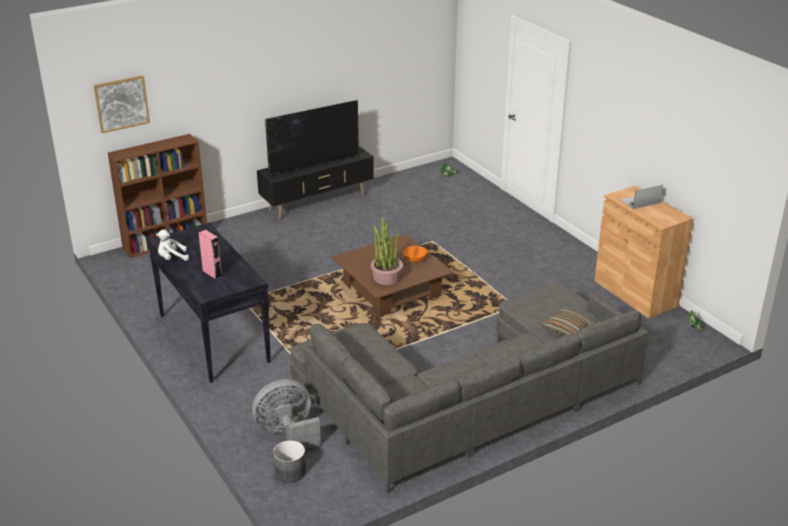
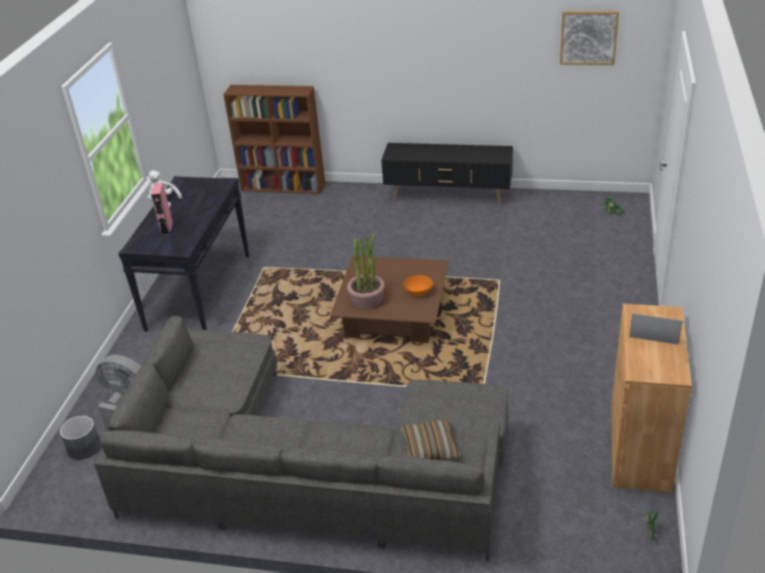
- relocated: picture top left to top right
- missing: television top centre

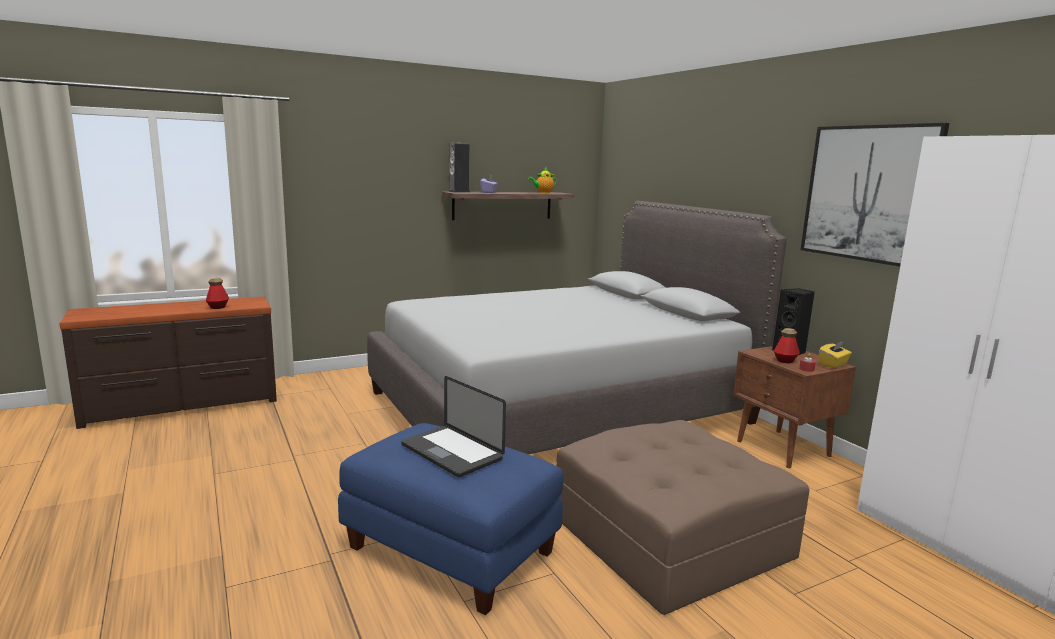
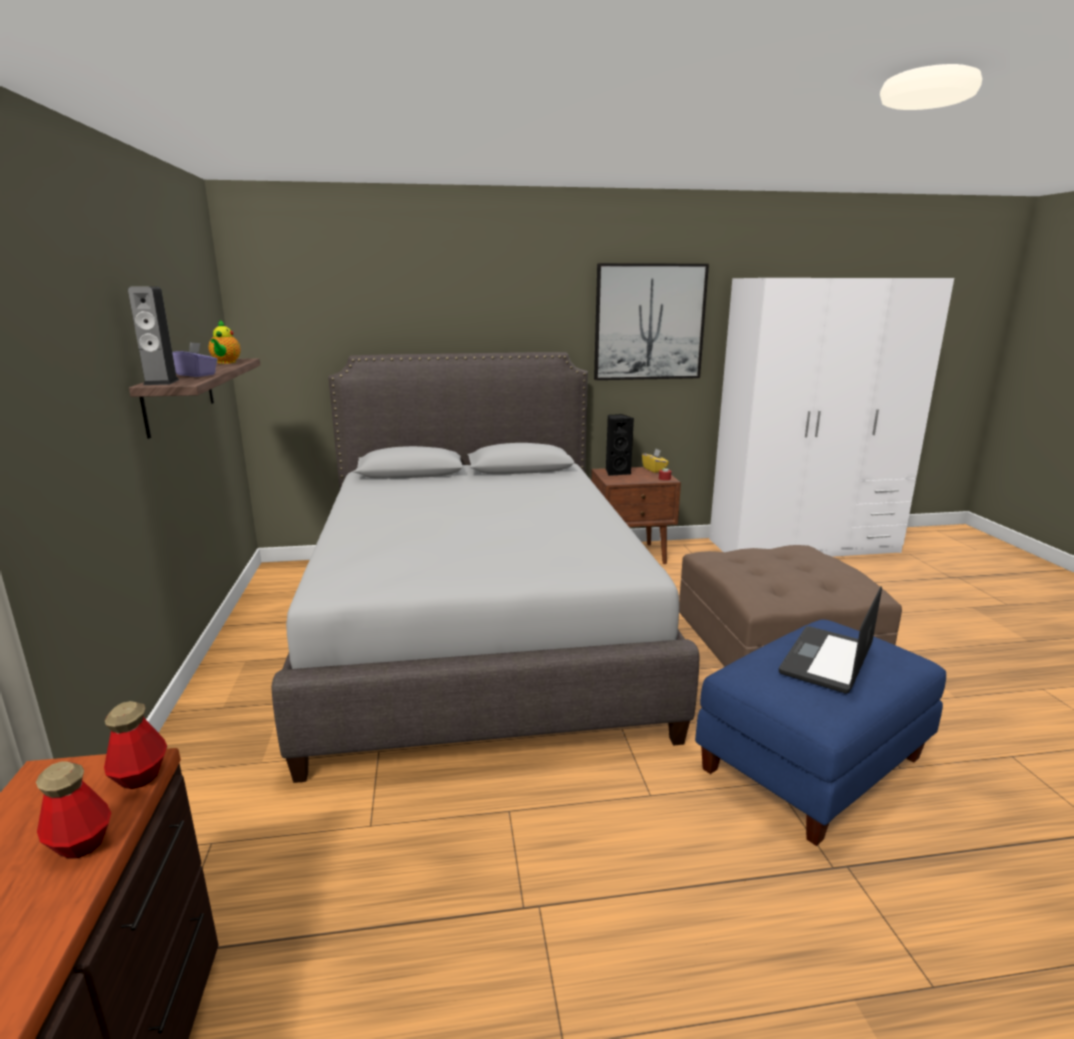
- spun: laptop bottom centre = middle right 150 degrees clockwise
- relocated: bottle (no. 2 from left) middle right to bottom left

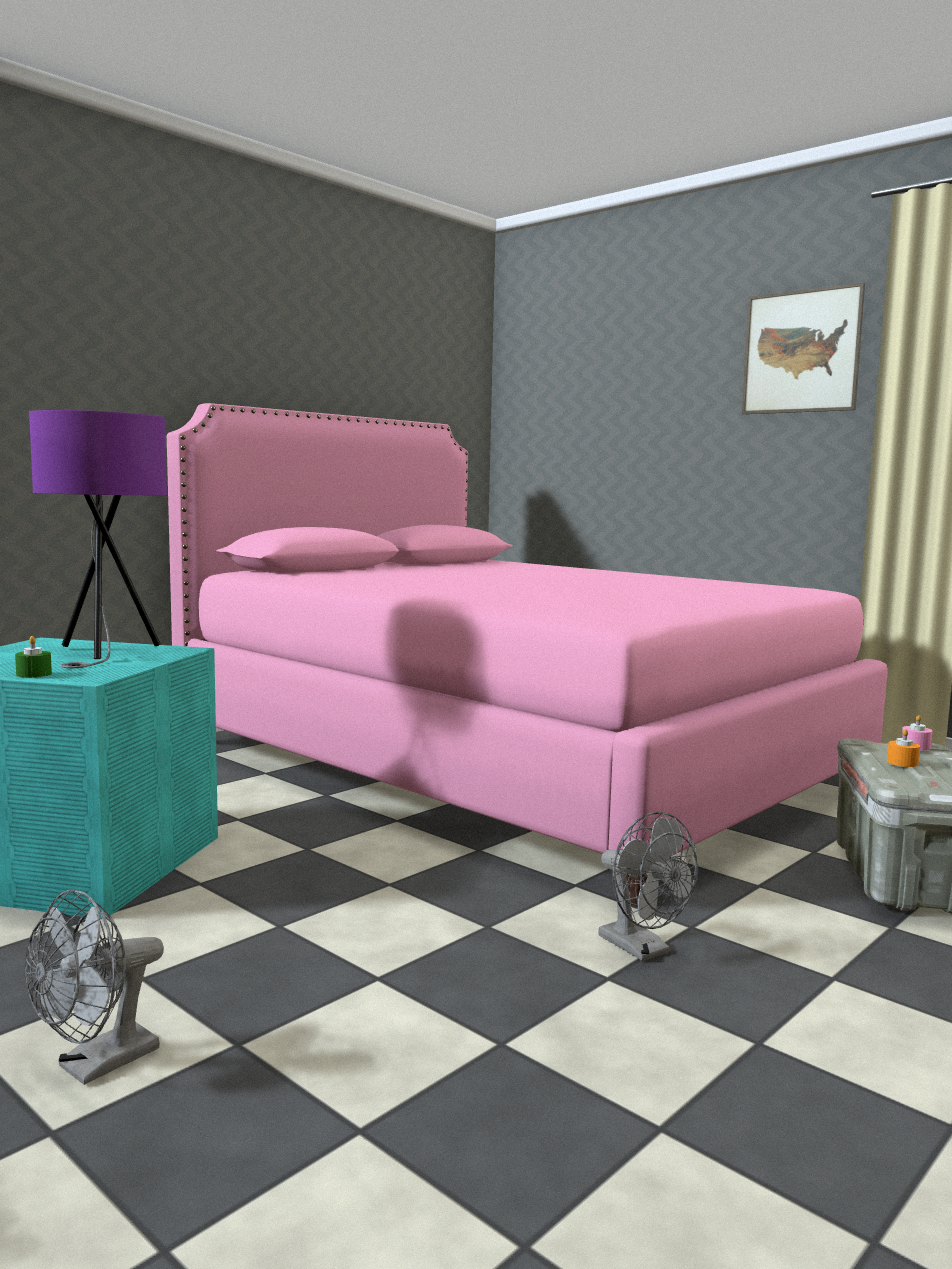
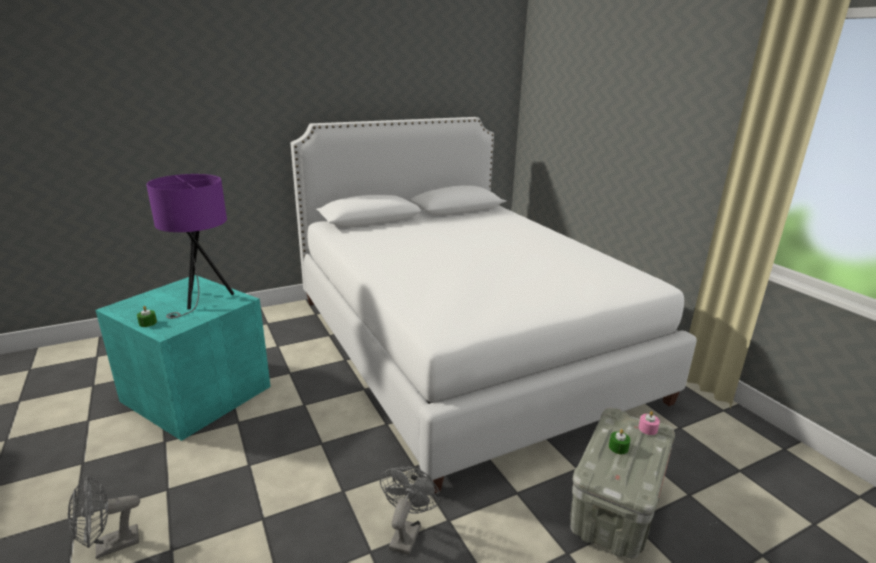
- colour: pink bed centre to white bed centre
- spun: grey fan (no. 2 from left) bottom right = bottom centre 150 degrees counterclockwise
- missing: picture top right
- colour: orange candle middle right to green candle (no. 2 from left) bottom right

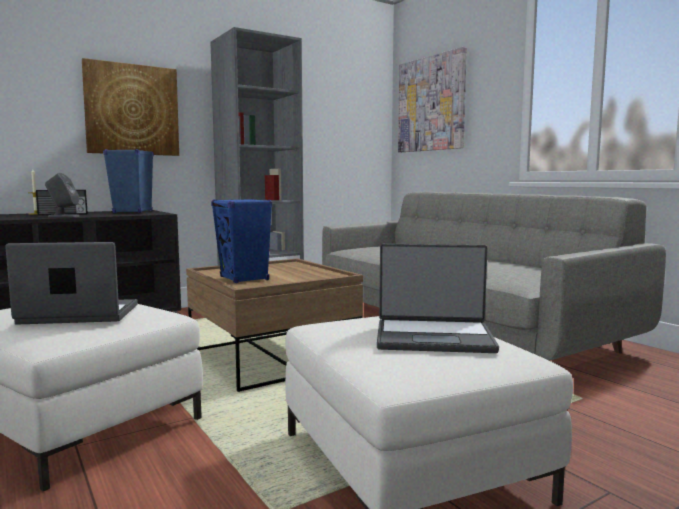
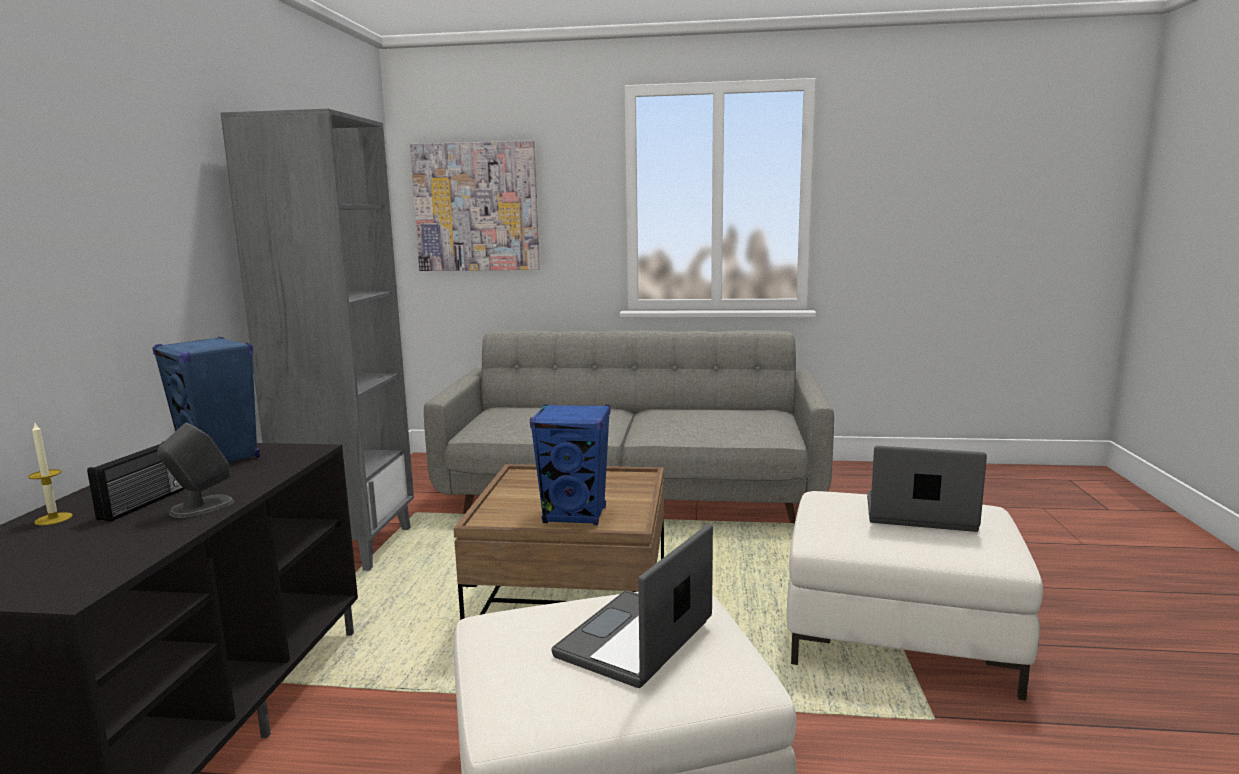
- missing: picture (no. 1 from left) top left
- spun: laptop (no. 2 from left) centre = middle right 120 degrees counterclockwise

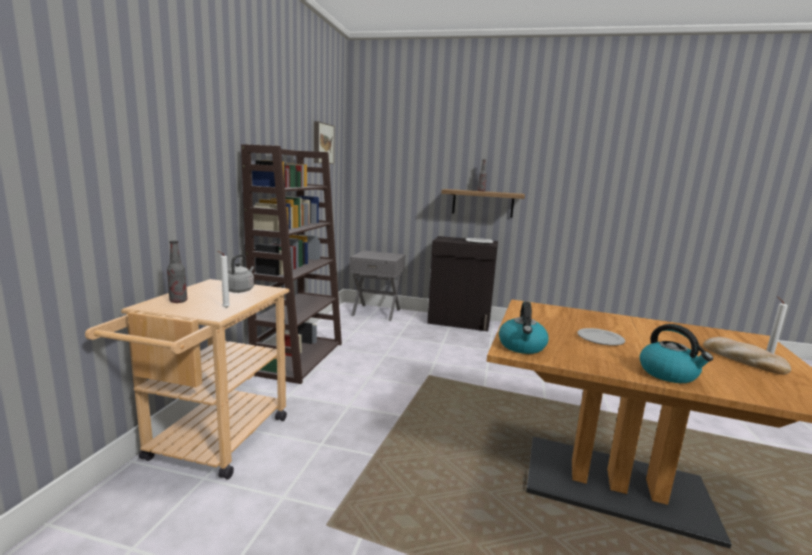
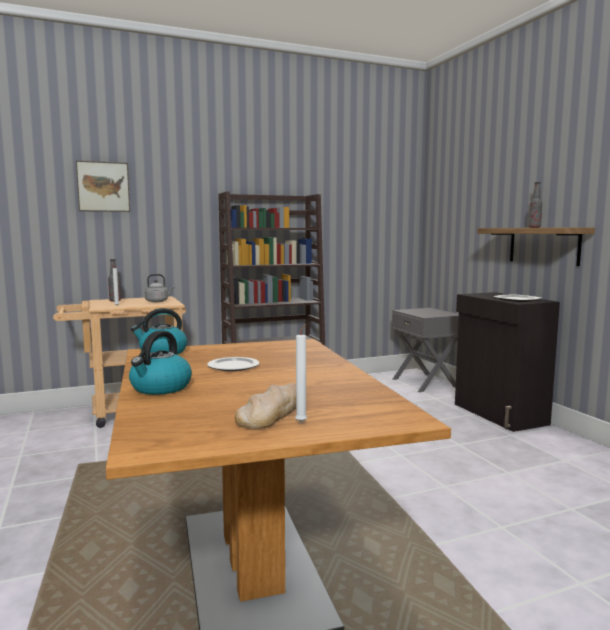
- relocated: picture top centre to top left

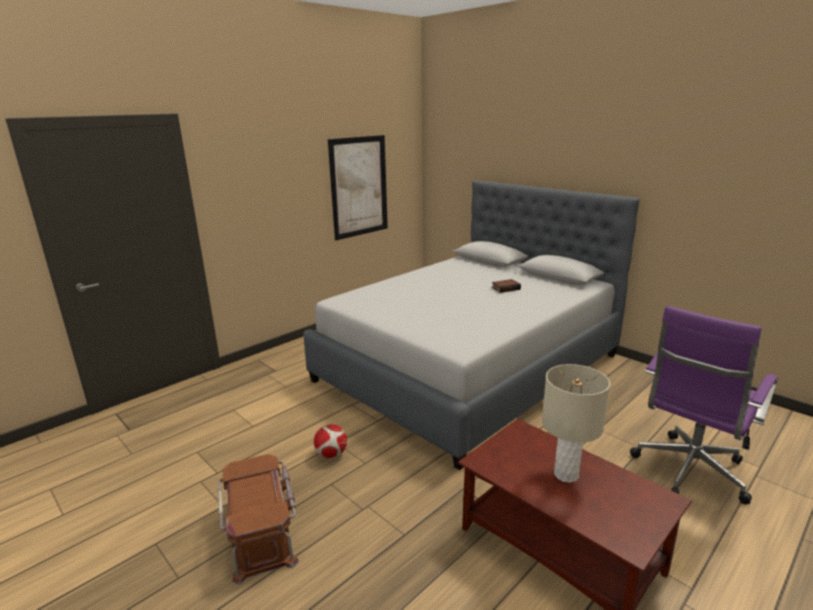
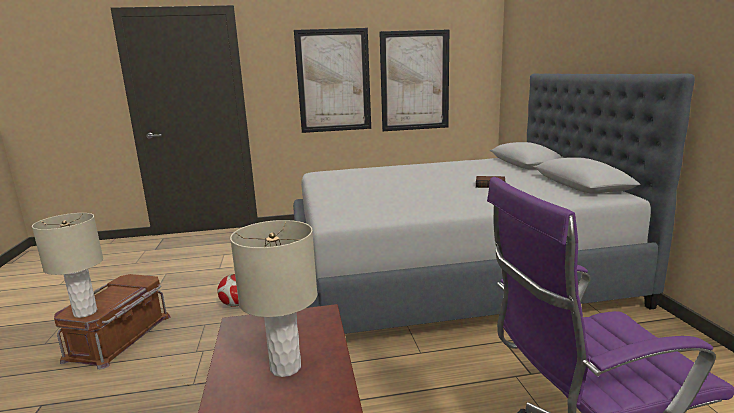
- appeared: beige table lamp (no. 1 from left) middle left
- appeared: picture (no. 1 from left) top centre

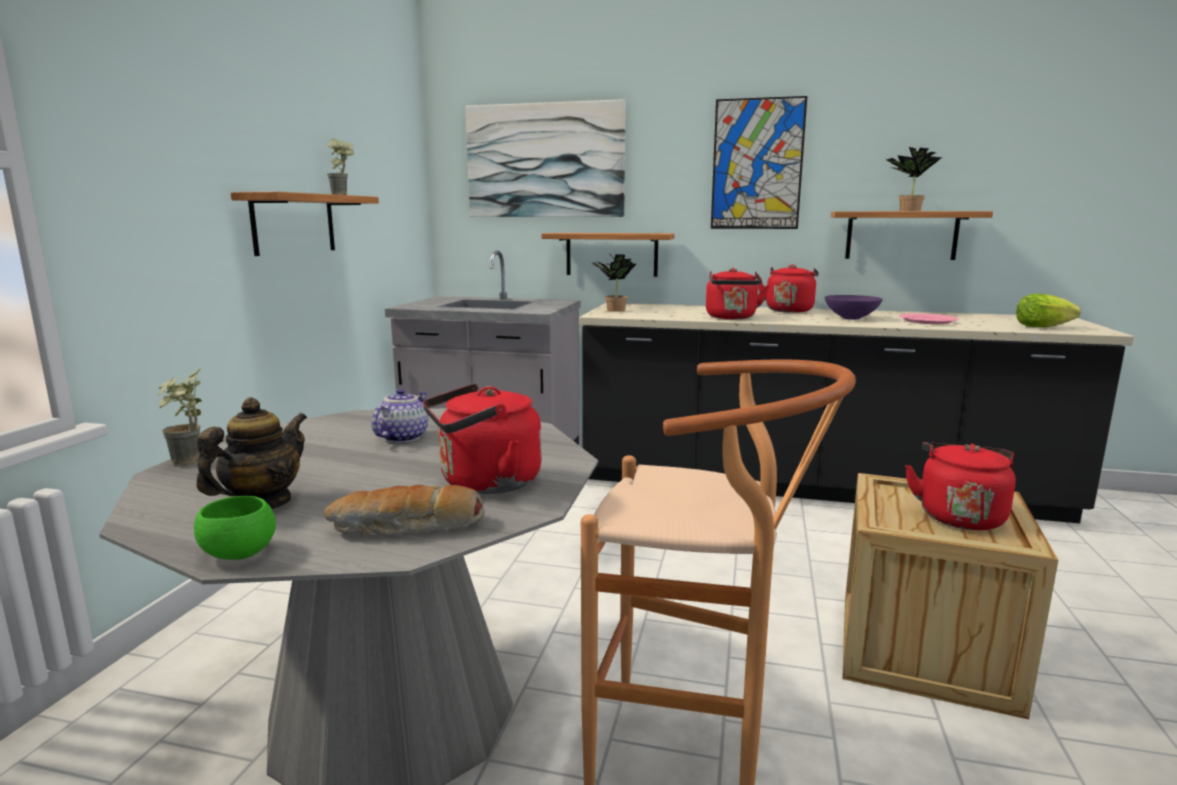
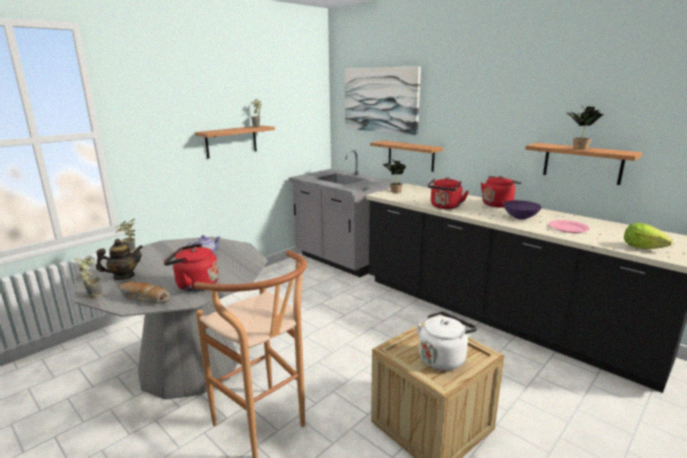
- exchanged: green bowl bottom left to potted plant (no. 1 from left) middle left
- missing: picture (no. 2 from left) top centre
- colour: red kettle (no. 4 from left) middle right to white kettle bottom centre

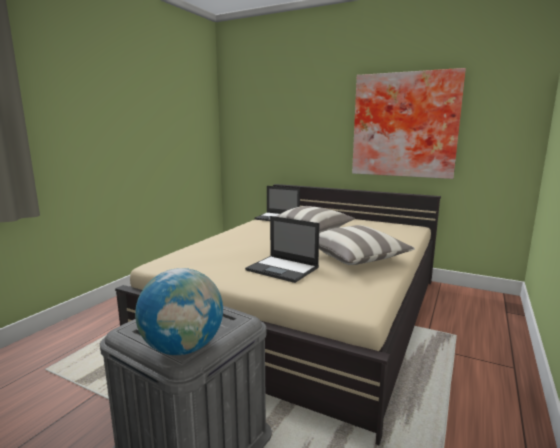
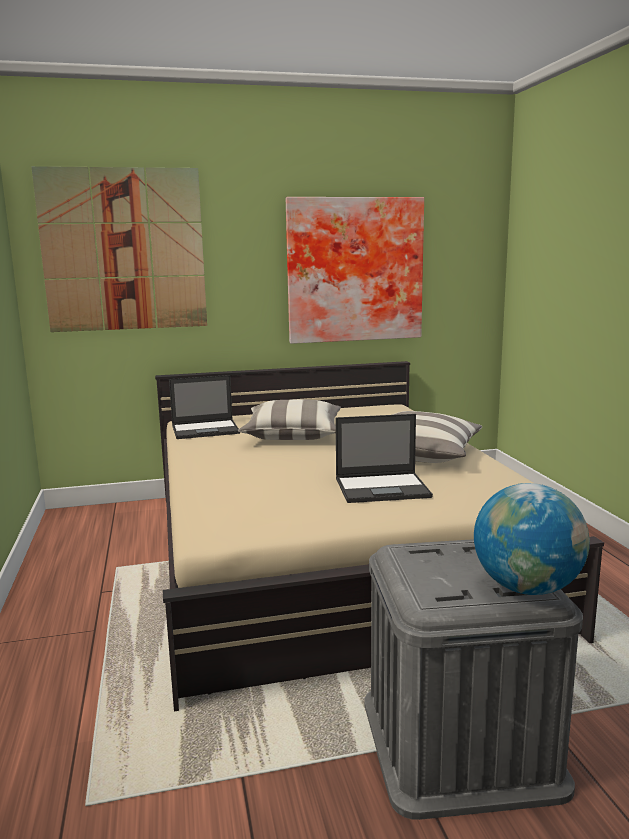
- appeared: picture (no. 1 from left) top left

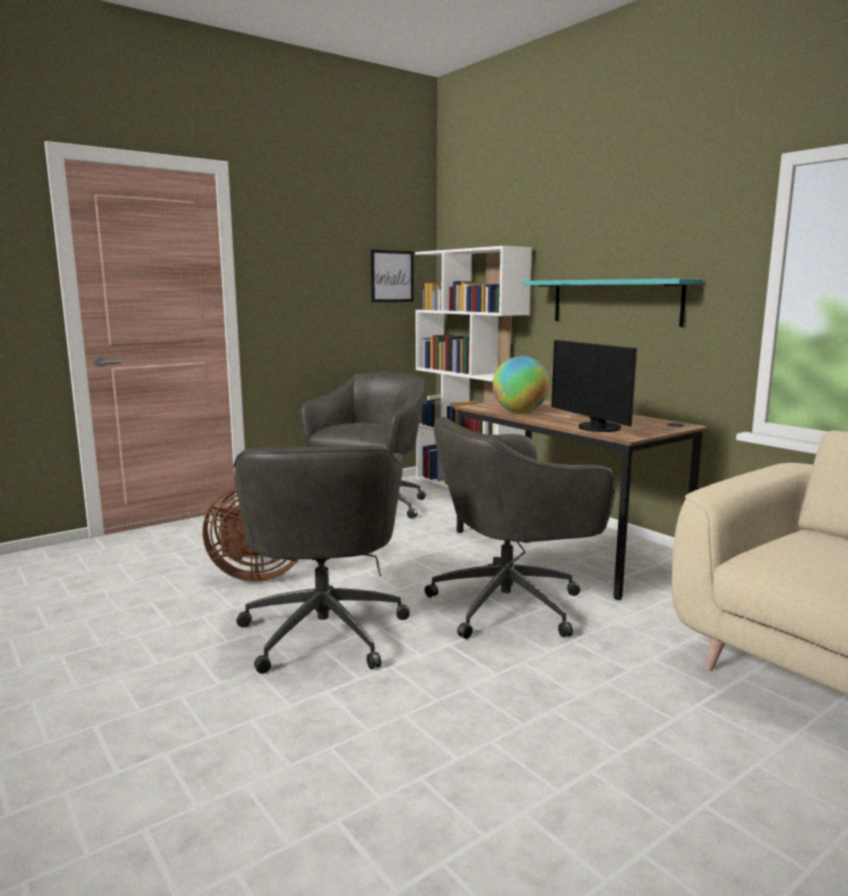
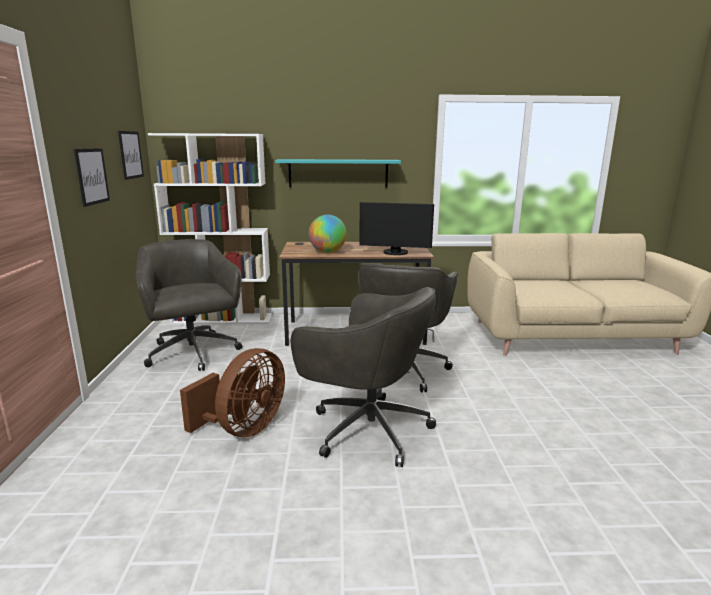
- appeared: picture (no. 1 from left) top left

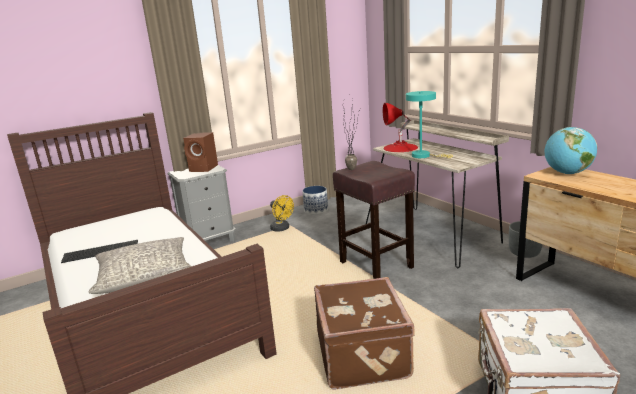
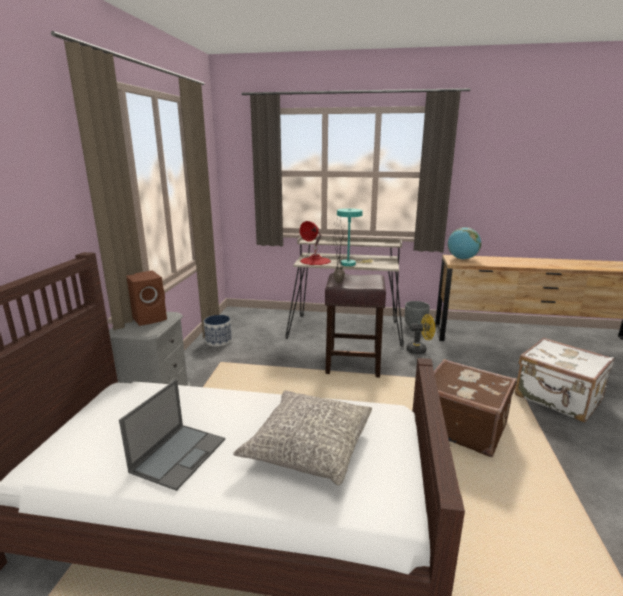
- exchanged: keyboard middle left to laptop bottom left
- relocated: yellow fan centre to middle right

